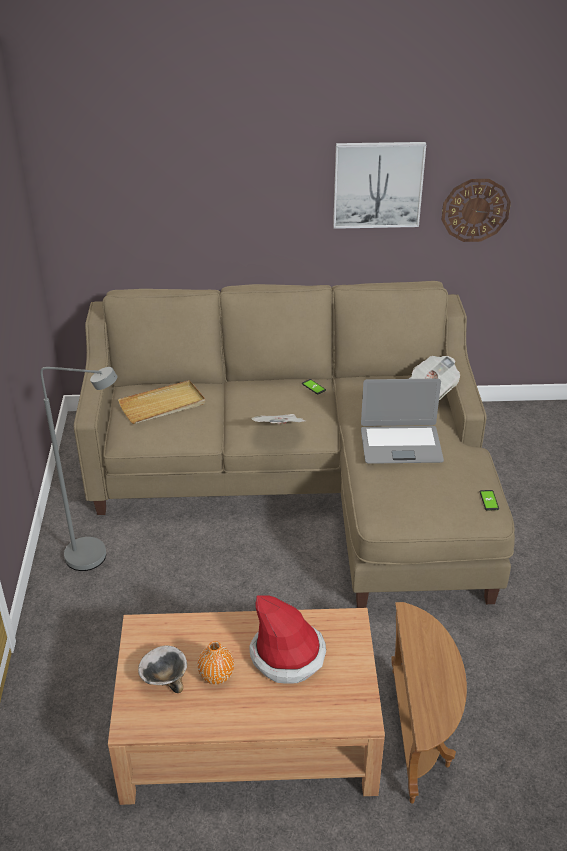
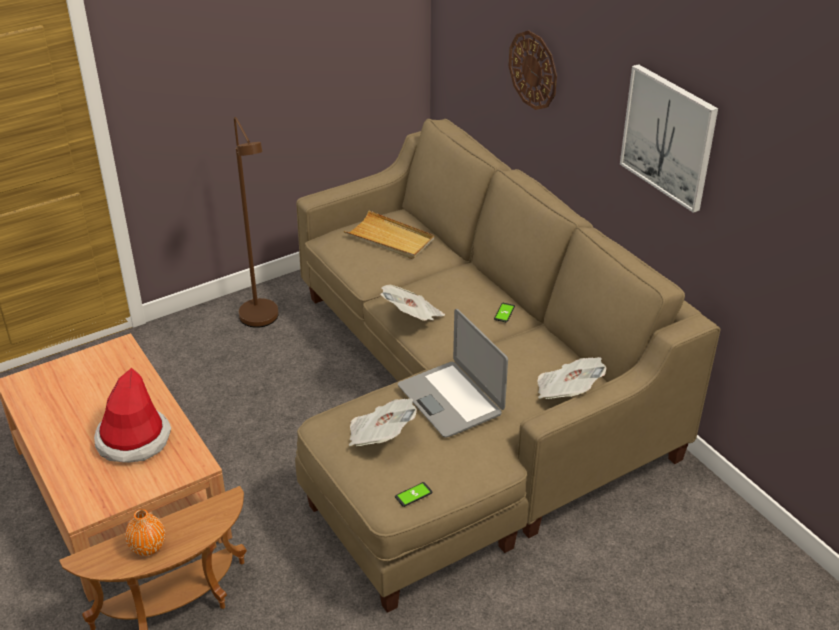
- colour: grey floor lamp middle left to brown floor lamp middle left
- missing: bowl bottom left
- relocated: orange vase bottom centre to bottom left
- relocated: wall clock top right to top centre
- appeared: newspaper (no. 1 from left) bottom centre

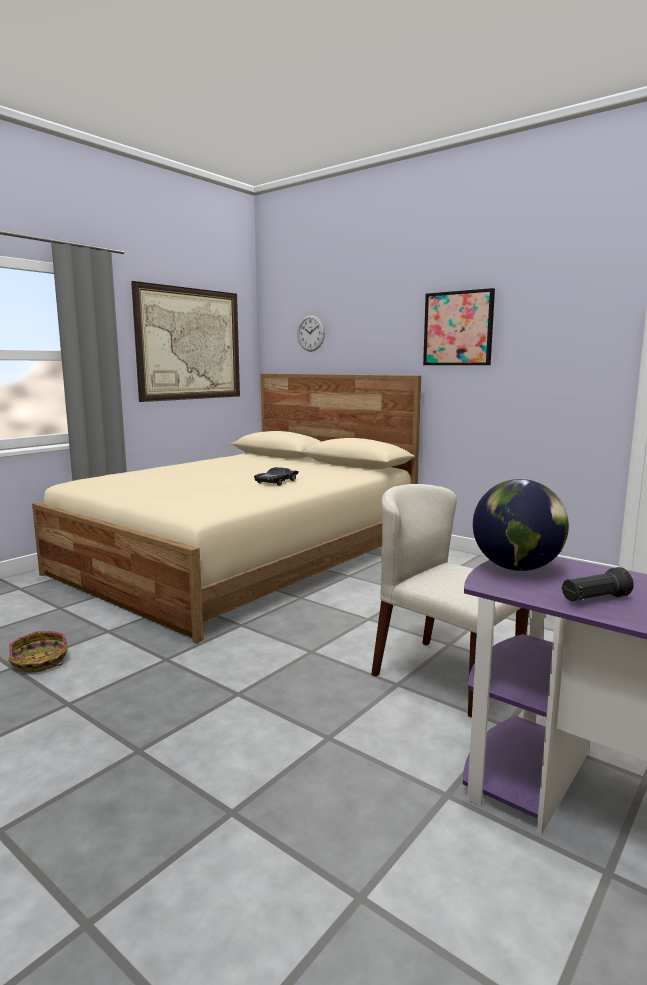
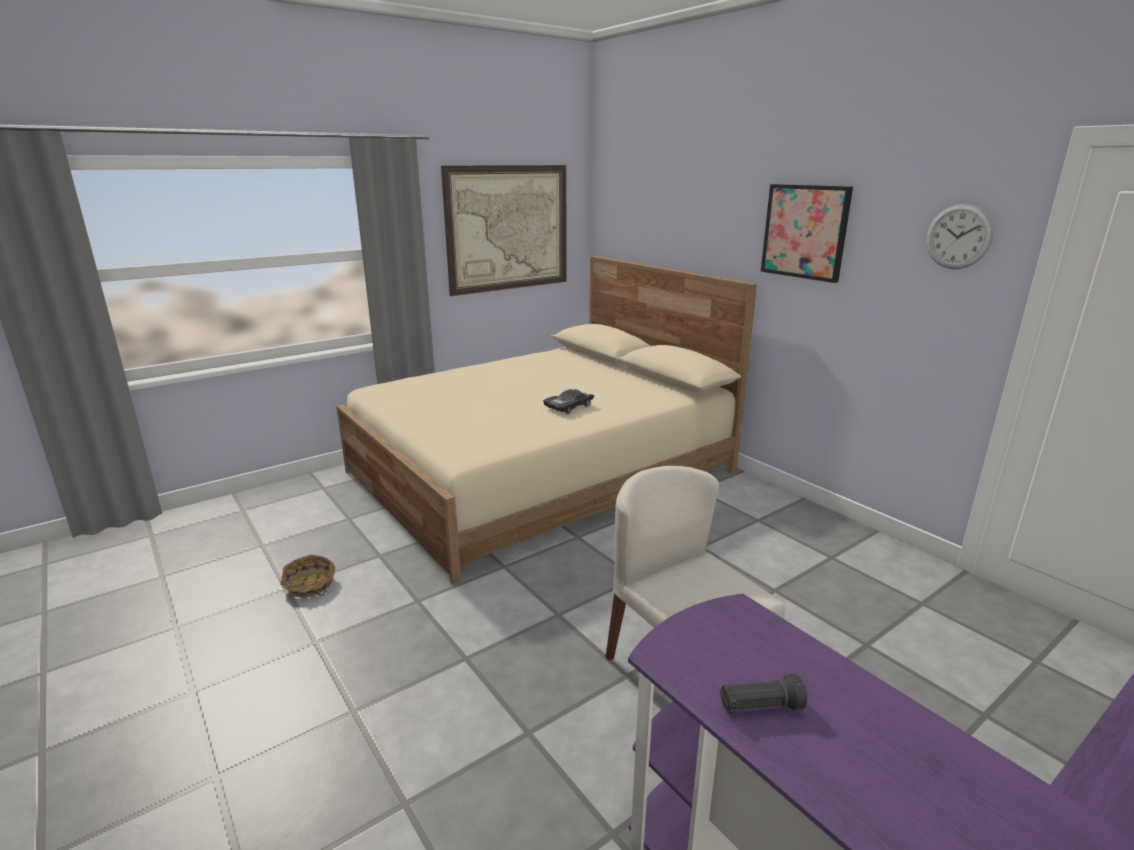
- relocated: wall clock centre to top right
- missing: globe middle right

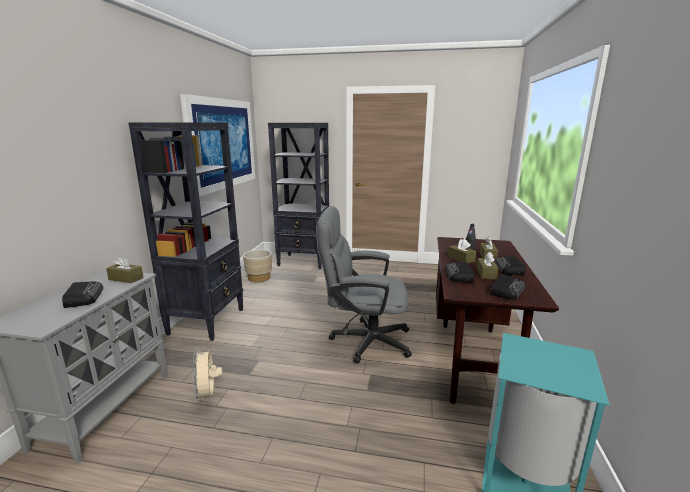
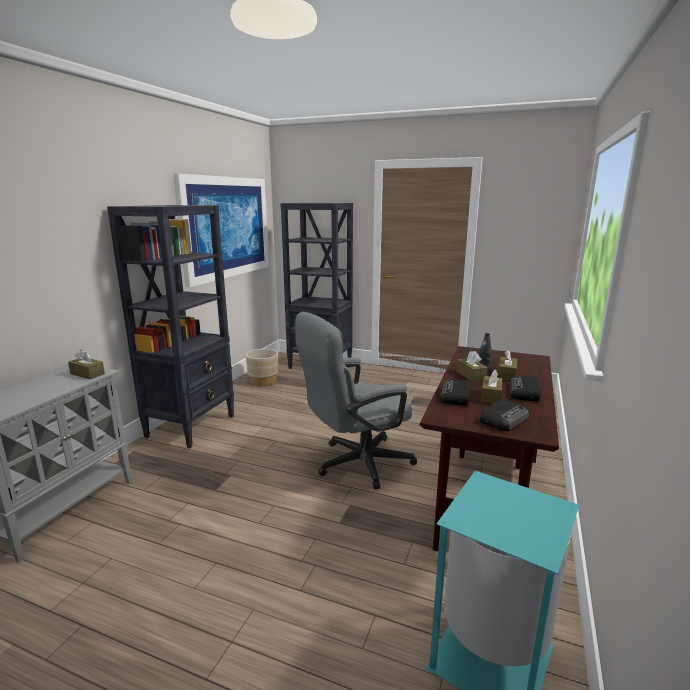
- missing: radio (no. 1 from left) middle left
- missing: beige fan bottom left
- spun: grey office chair centre = centre 45 degrees counterclockwise

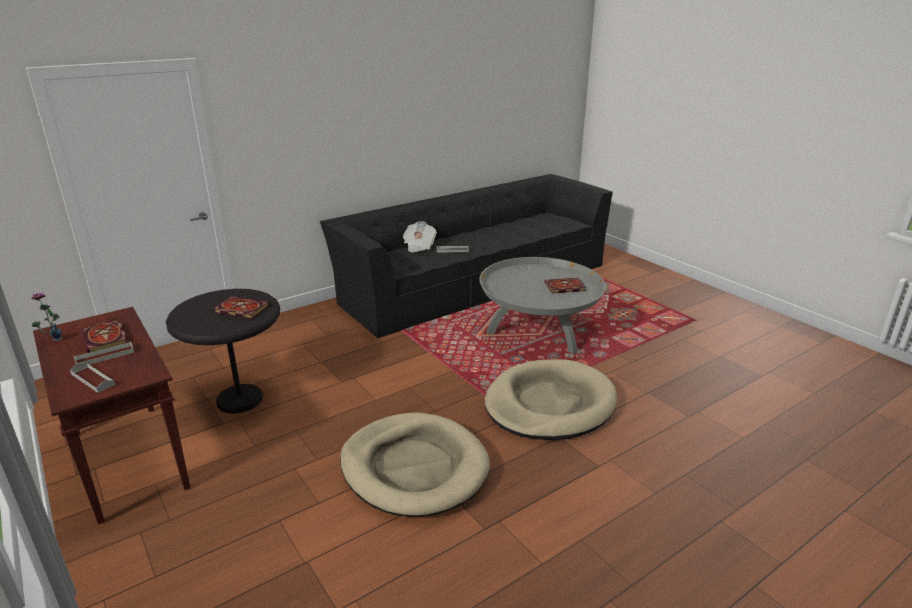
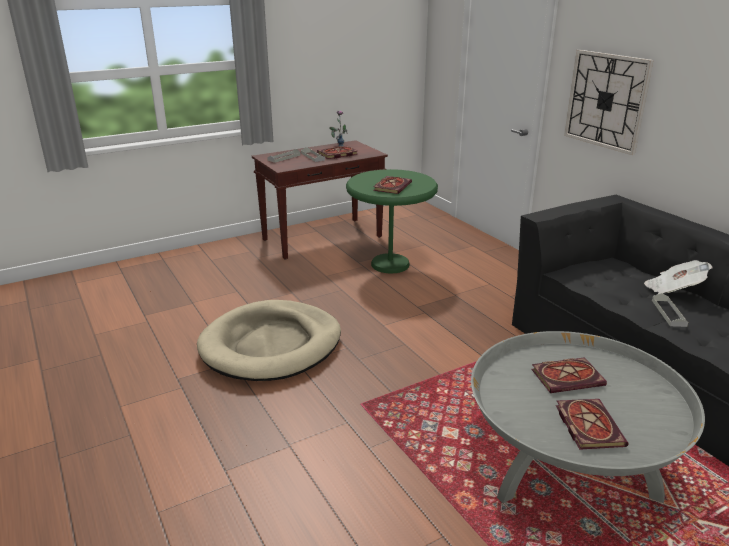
- colour: black side table middle left to green side table centre
- missing: beige dog bed (no. 2 from left) centre
- appeared: book (no. 3 from left) bottom right
- appeared: wall clock top right

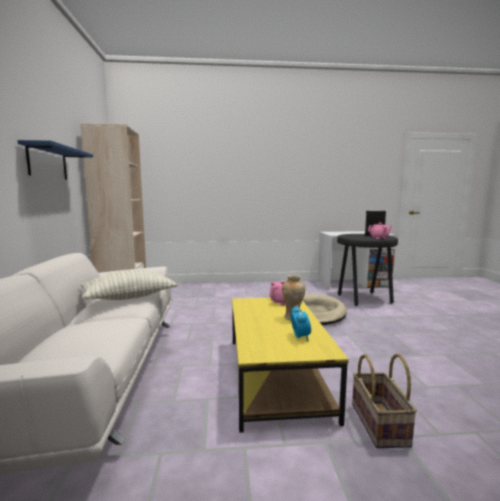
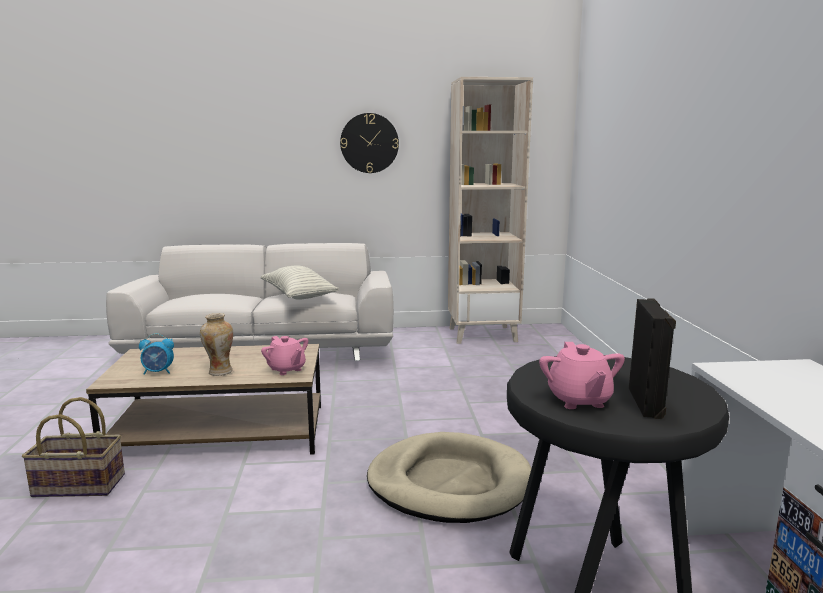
- exchanged: blue shelf top left to wall clock top centre
- colour: yellow coffee table bottom centre to brown coffee table bottom left

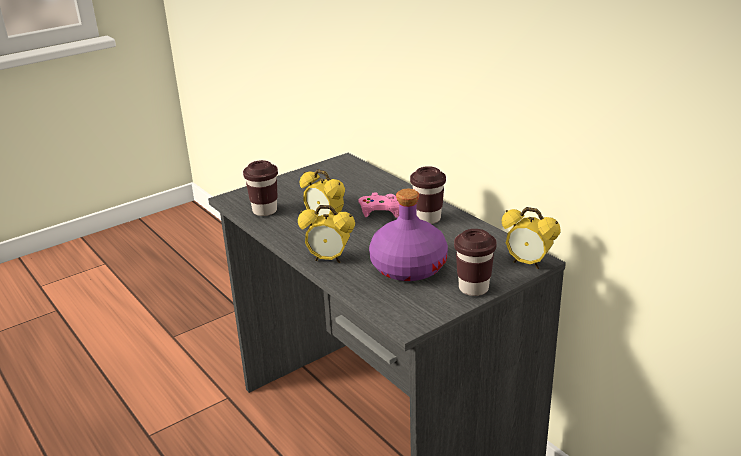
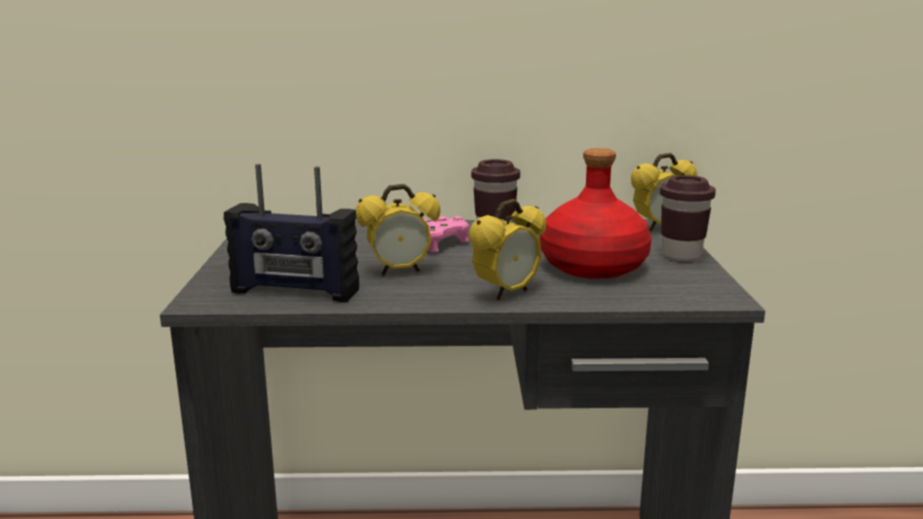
- exchanged: brown cup (no. 1 from left) centre to radio middle left
- colour: purple bottle centre to red bottle centre

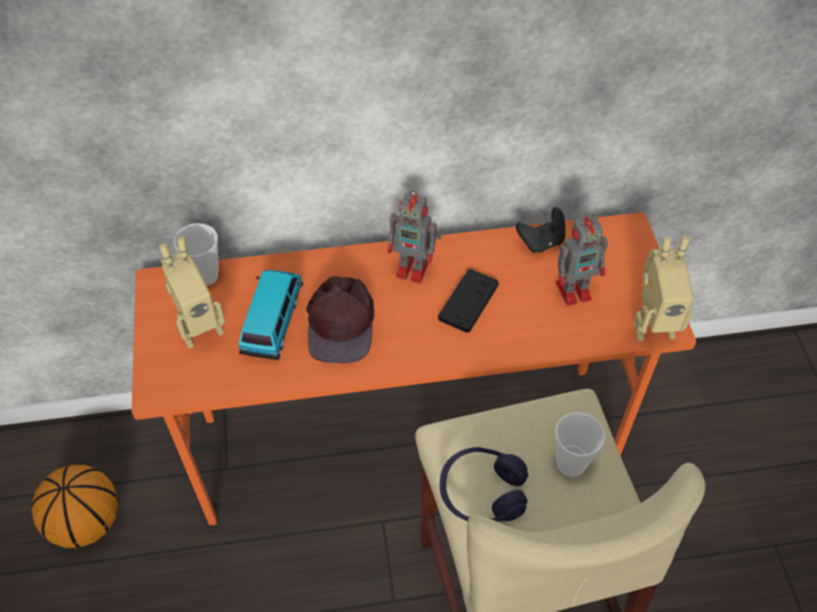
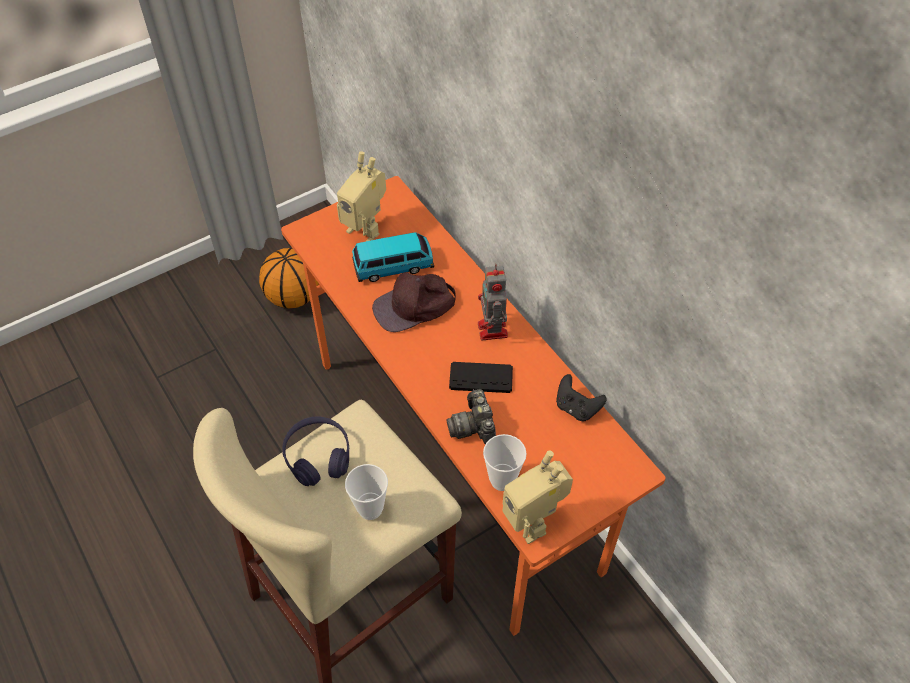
- relocated: cup (no. 1 from left in the first image) middle left to cup (no. 2 from left) bottom centre
- missing: toy robot (no. 3 from left) middle right
- appeared: photo camera centre

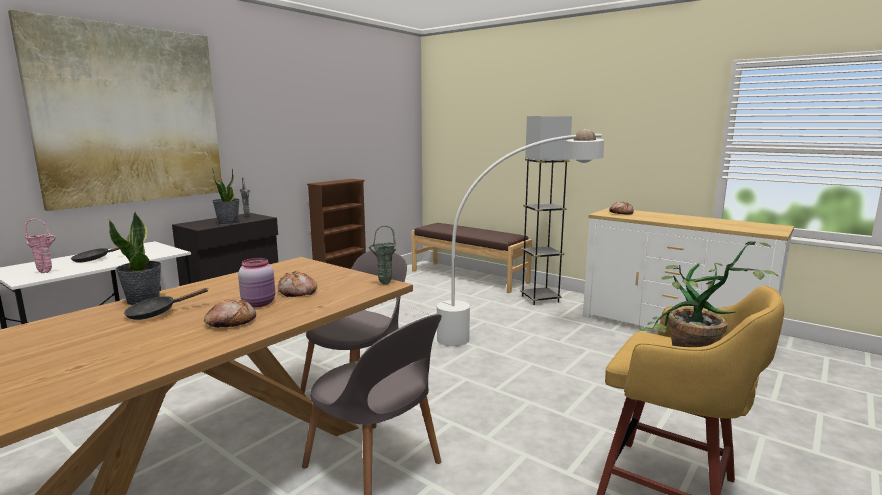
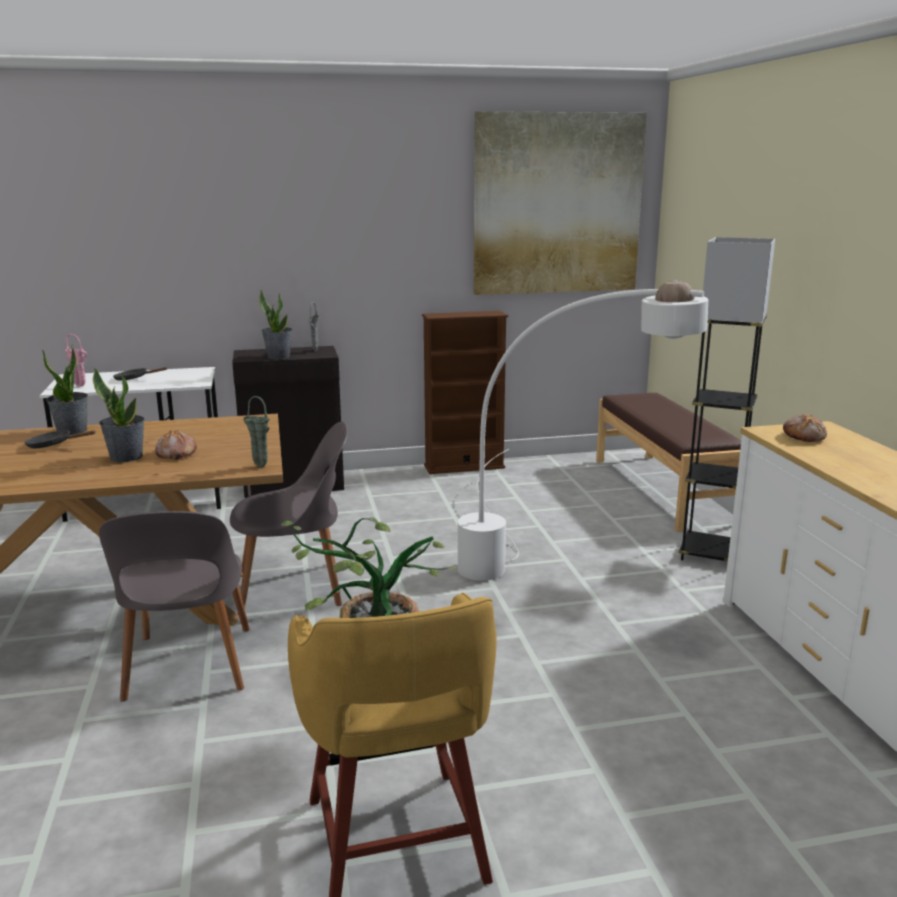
- relocated: picture top left to top centre
- missing: bread (no. 1 from left) middle left
- exchanged: pink jar middle left to potted plant (no. 2 from left) middle left

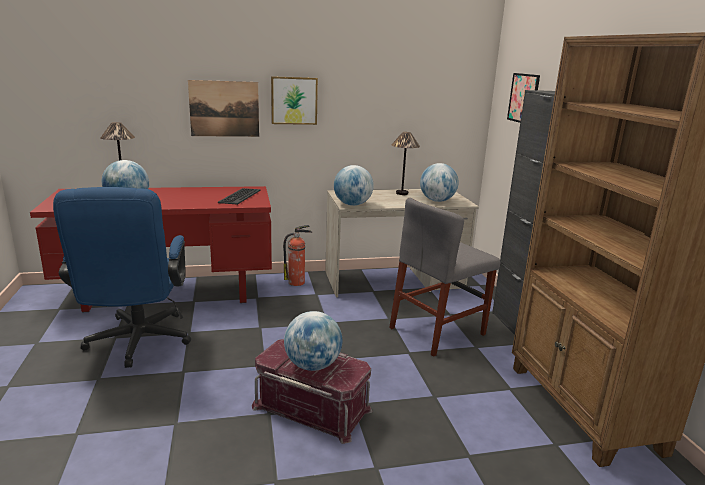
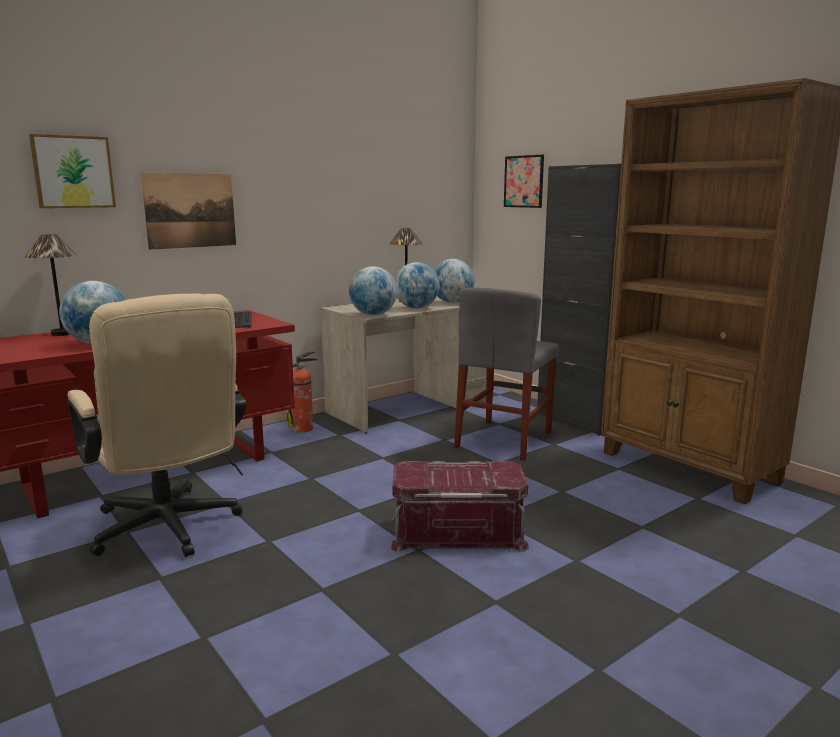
- colour: blue office chair middle left to beige office chair middle left
- relocated: picture (no. 2 from left in the first image) top centre to picture (no. 1 from left) top left
- relocated: globe (no. 2 from left in the first image) bottom centre to globe (no. 3 from left) centre

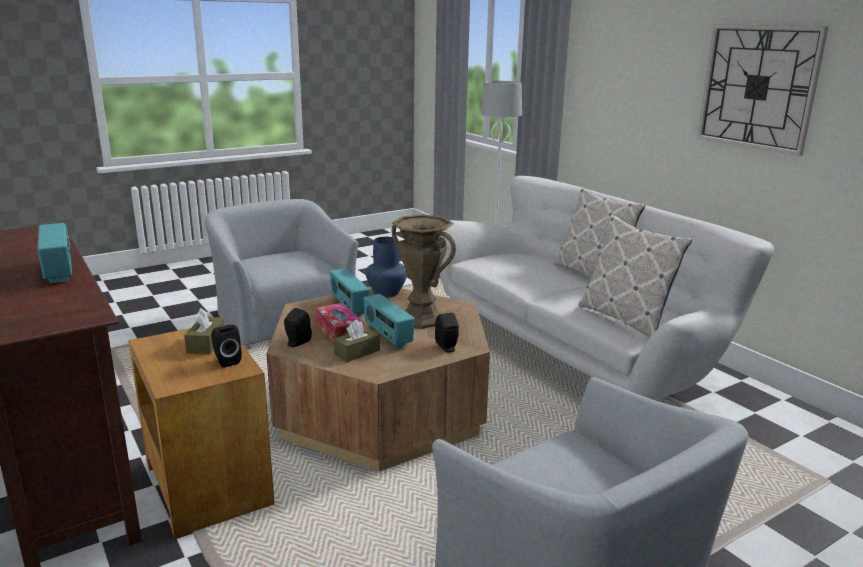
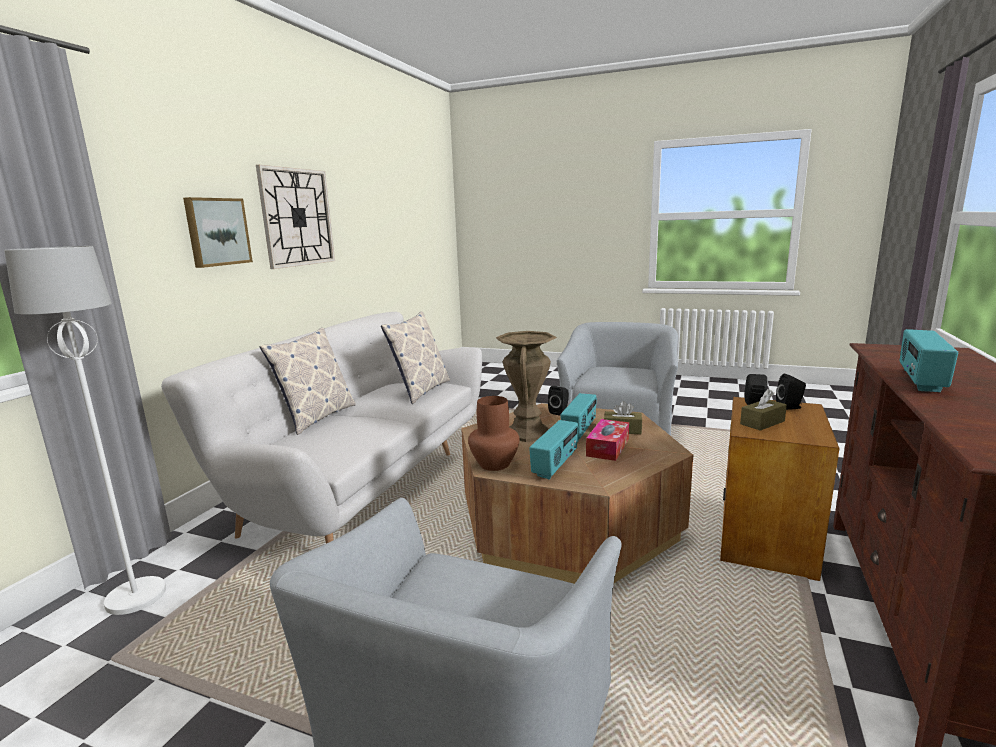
- relocated: black speaker (no. 2 from left in the first image) centre to black speaker (no. 3 from left) middle right
- colour: blue vase centre to brown vase (no. 1 from left) centre
- appeared: picture top left

